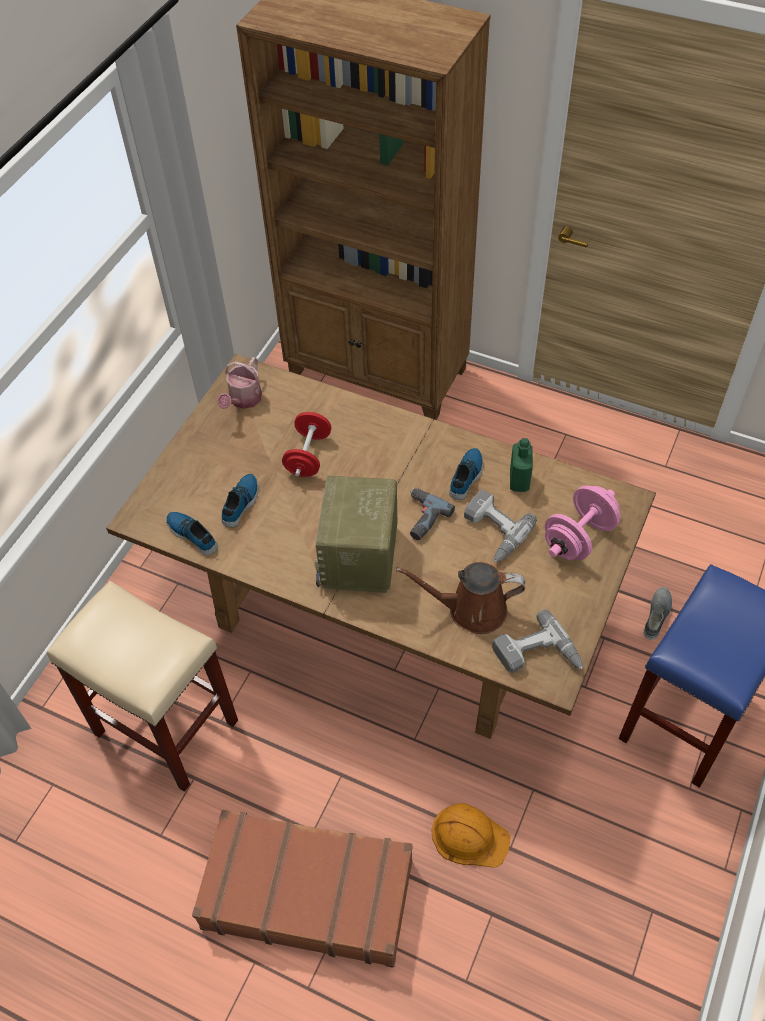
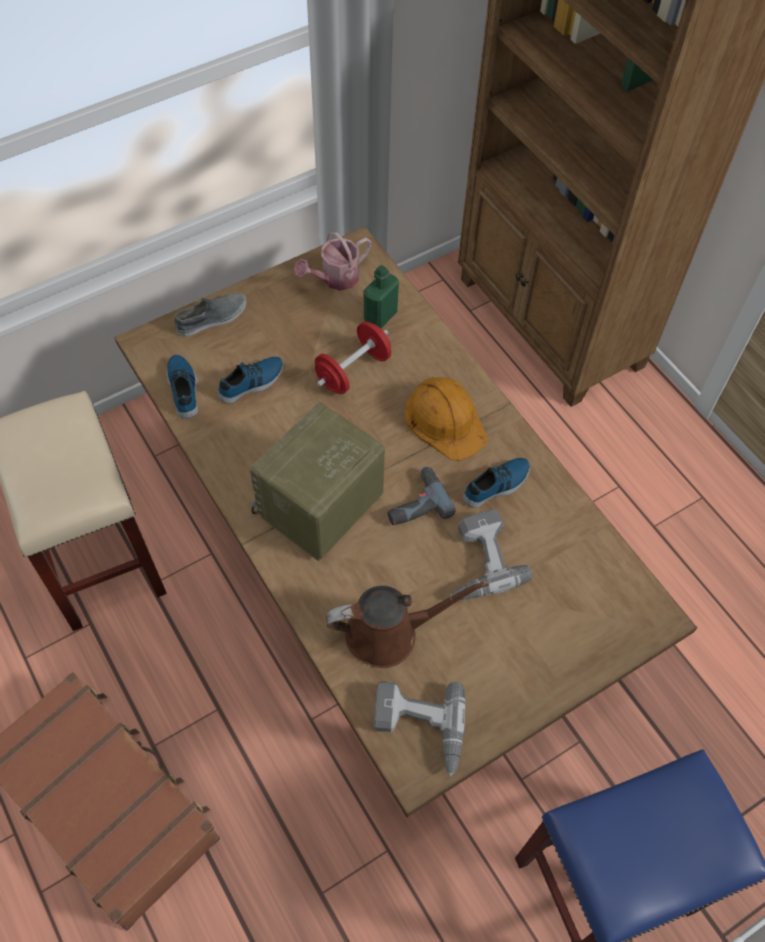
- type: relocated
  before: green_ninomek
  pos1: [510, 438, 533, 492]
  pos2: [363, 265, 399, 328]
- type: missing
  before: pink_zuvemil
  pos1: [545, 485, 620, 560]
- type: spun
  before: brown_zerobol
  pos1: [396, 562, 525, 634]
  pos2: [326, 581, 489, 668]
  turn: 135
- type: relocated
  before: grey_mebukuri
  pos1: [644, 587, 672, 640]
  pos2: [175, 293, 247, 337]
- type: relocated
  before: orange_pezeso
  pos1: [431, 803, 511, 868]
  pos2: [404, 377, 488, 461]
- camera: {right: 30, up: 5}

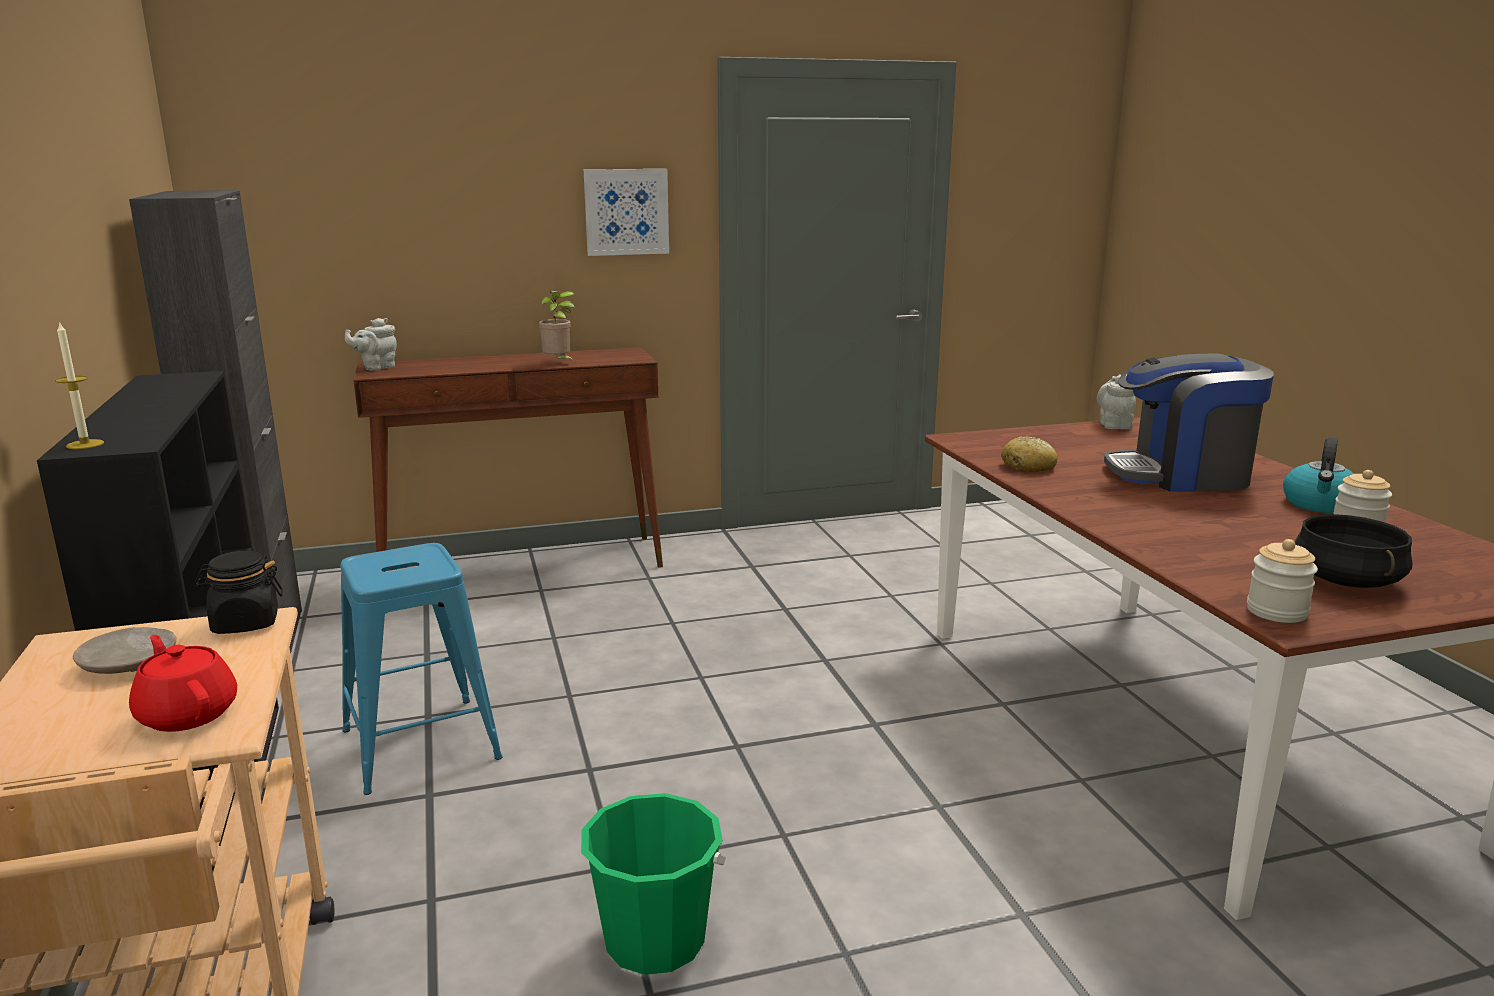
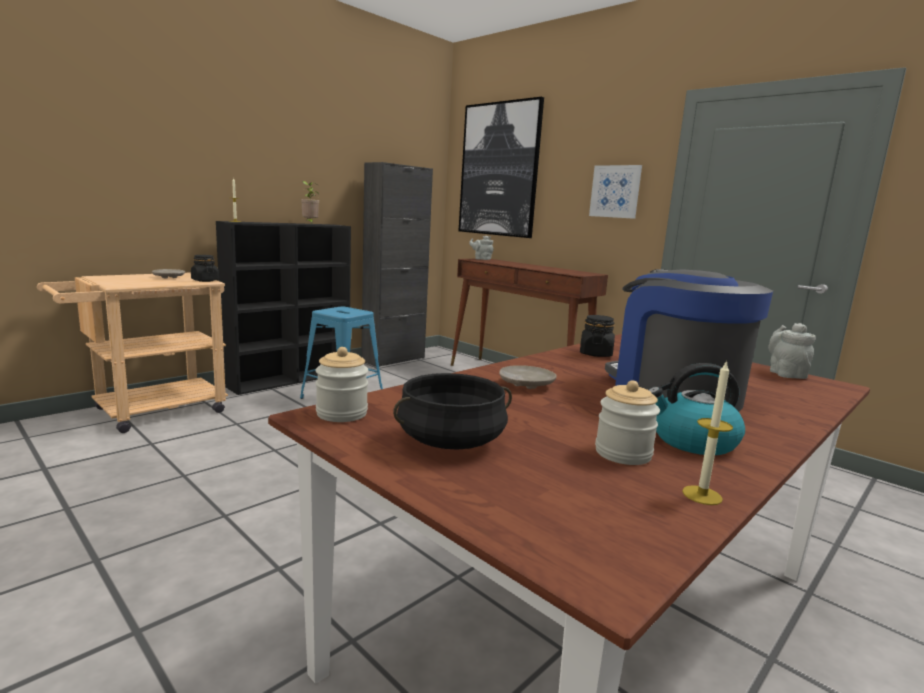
- type: relocated
  before: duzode
  pos1: [539, 291, 576, 363]
  pos2: [301, 181, 319, 223]
- type: spun
  before: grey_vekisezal
  pos1: [1097, 374, 1136, 429]
  pos2: [768, 323, 816, 379]
  turn: -60
- type: exchanged
  before: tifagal
  after: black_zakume
  pos1: [1001, 436, 1058, 472]
  pos2: [580, 315, 615, 357]
- type: missing
  before: red_vekisezal
  pos1: [129, 635, 237, 732]
- type: missing
  before: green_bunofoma
  pos1: [581, 793, 726, 975]
- type: appeared
  after: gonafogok
  pos2: [459, 97, 544, 238]
- type: appeared
  after: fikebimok
  pos2: [682, 360, 733, 505]
- type: appeared
  after: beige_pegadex
  pos2: [499, 365, 557, 389]
- camera: {right: 60, up: -5}

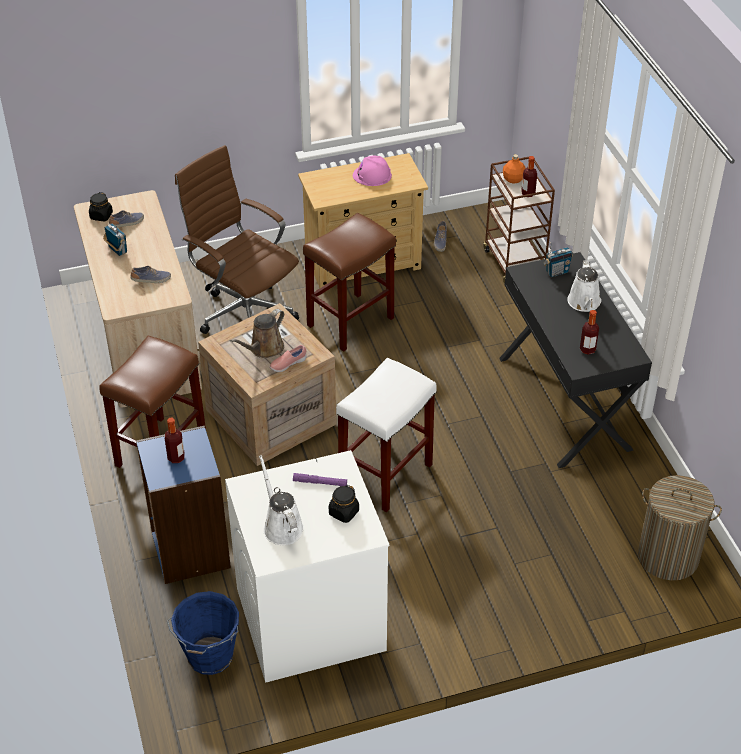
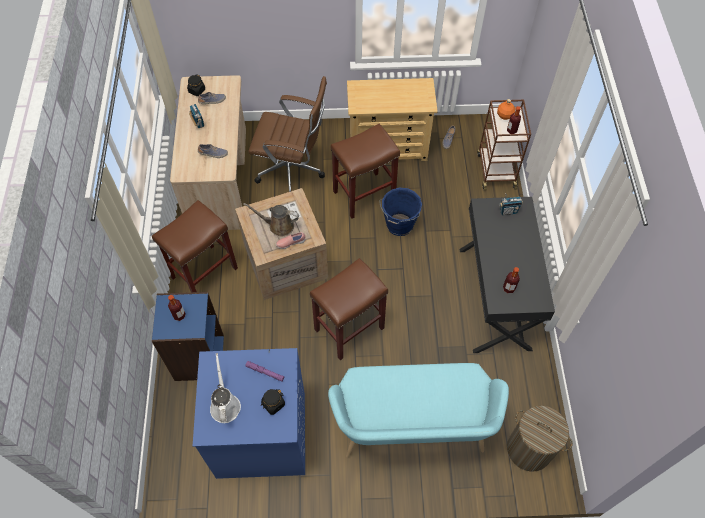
- type: spun
  before: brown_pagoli
  pos1: [175, 145, 299, 334]
  pos2: [248, 76, 327, 192]
  turn: 135
- type: missing
  before: pink_pezeso
  pos1: [353, 155, 392, 186]
- type: missing
  before: white_zerobol
  pos1: [567, 260, 601, 312]
- type: spun
  before: brown_zerobol
  pos1: [231, 309, 284, 358]
  pos2: [243, 203, 299, 236]
  turn: 45
- type: colour
  before: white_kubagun
  after: brown_kubagun
  pos1: [336, 358, 437, 512]
  pos2: [310, 258, 388, 360]
- type: colour
  before: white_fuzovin
  after: blue_fuzovin
  pos1: [225, 450, 390, 683]
  pos2: [193, 348, 305, 479]
- type: relocated
  before: blue_bunofoma
  pos1: [167, 591, 239, 675]
  pos2: [380, 188, 422, 236]
- type: appeared
  after: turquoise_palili
  pos2: [328, 363, 509, 458]
- camera: {right: 15, up: 15}

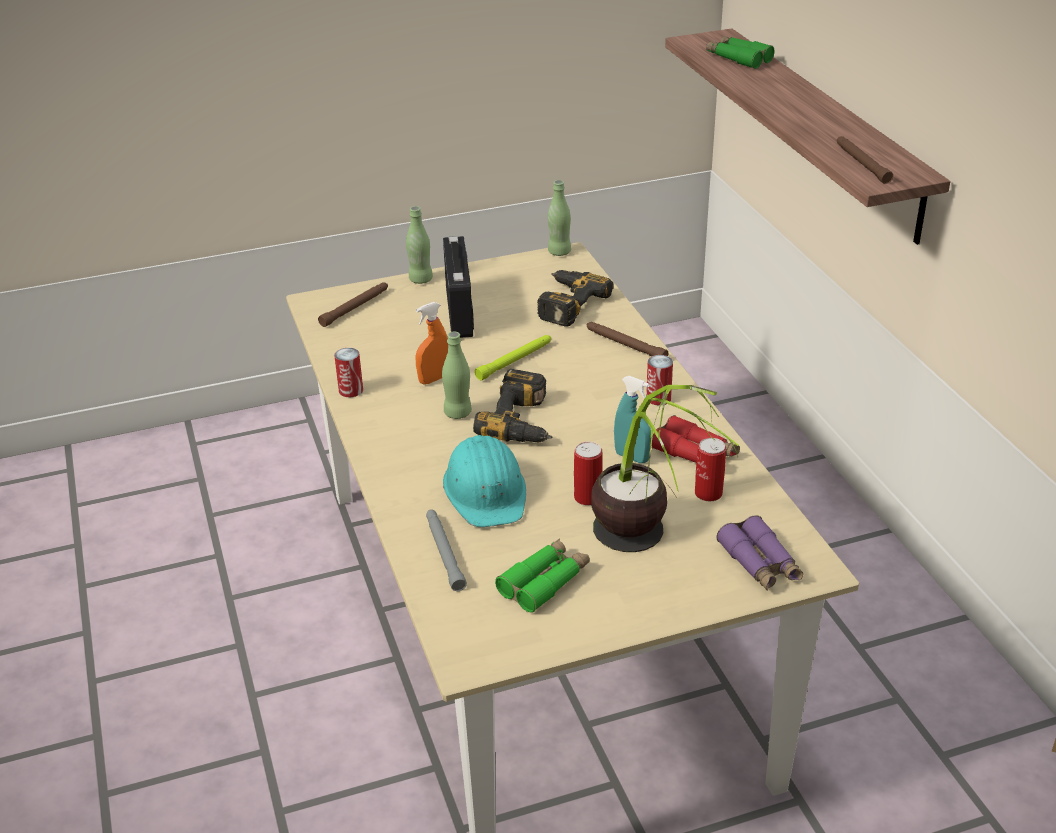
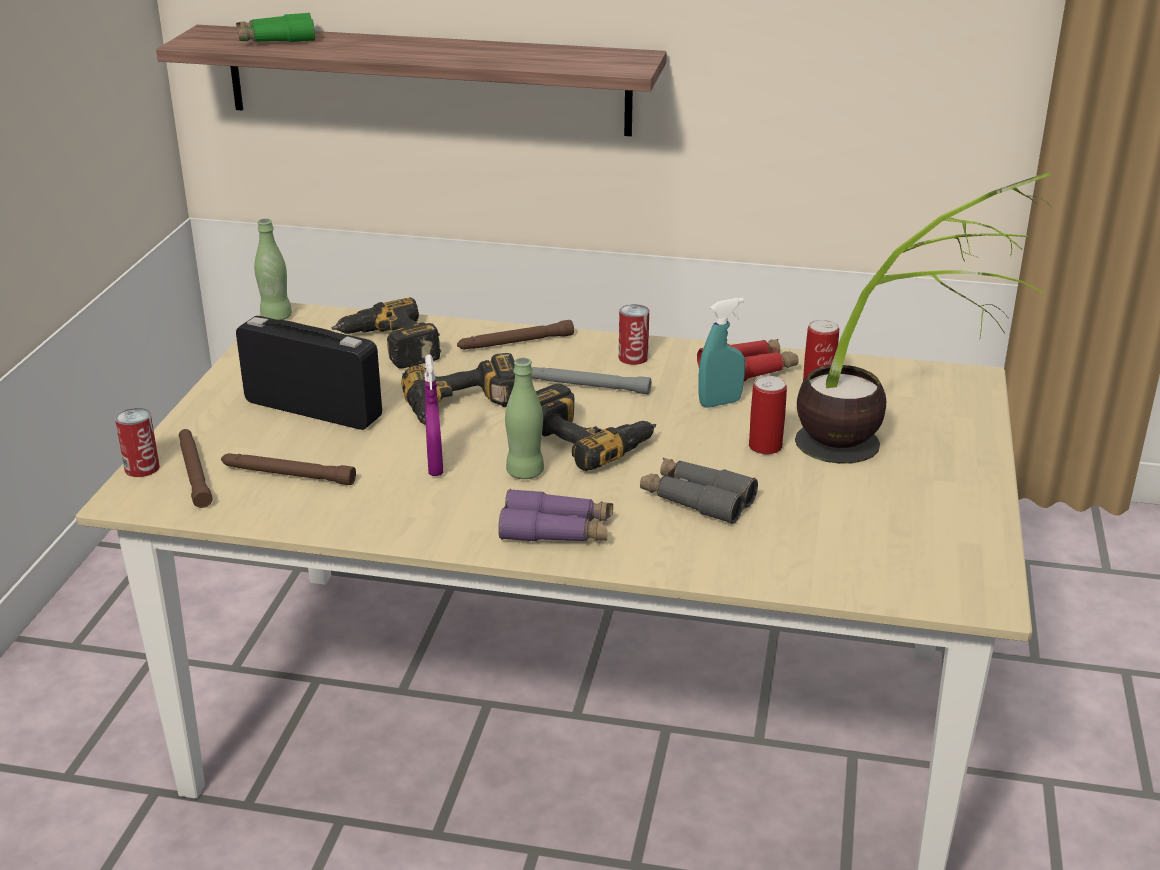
- type: relocated
  before: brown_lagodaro
  pos1: [837, 136, 893, 184]
  pos2: [221, 453, 356, 485]
- type: missing
  before: green_ninomek
  pos1: [406, 206, 433, 284]
- type: colour
  before: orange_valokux
  after: purple_valokux
  pos1: [415, 302, 448, 385]
  pos2: [424, 354, 443, 476]
- type: exchanged
  before: green_lagodaro
  after: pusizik
  pos1: [474, 335, 551, 381]
  pos2: [401, 353, 515, 425]
- type: relocated
  before: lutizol
  pos1: [334, 348, 363, 397]
  pos2: [115, 408, 160, 477]
- type: exchanged
  before: turquoise_pezeso
  after: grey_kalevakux
  pos1: [443, 435, 526, 527]
  pos2: [640, 458, 758, 524]
- type: relocated
  before: grey_lagodaro
  pos1: [426, 509, 467, 591]
  pos2: [531, 367, 651, 394]
- type: relocated
  before: purple_kalevakux
  pos1: [716, 515, 803, 591]
  pos2: [498, 489, 613, 542]
- type: missing
  before: green_kalevakux
  pos1: [495, 538, 590, 613]
- camera: {right: -60, up: -5}

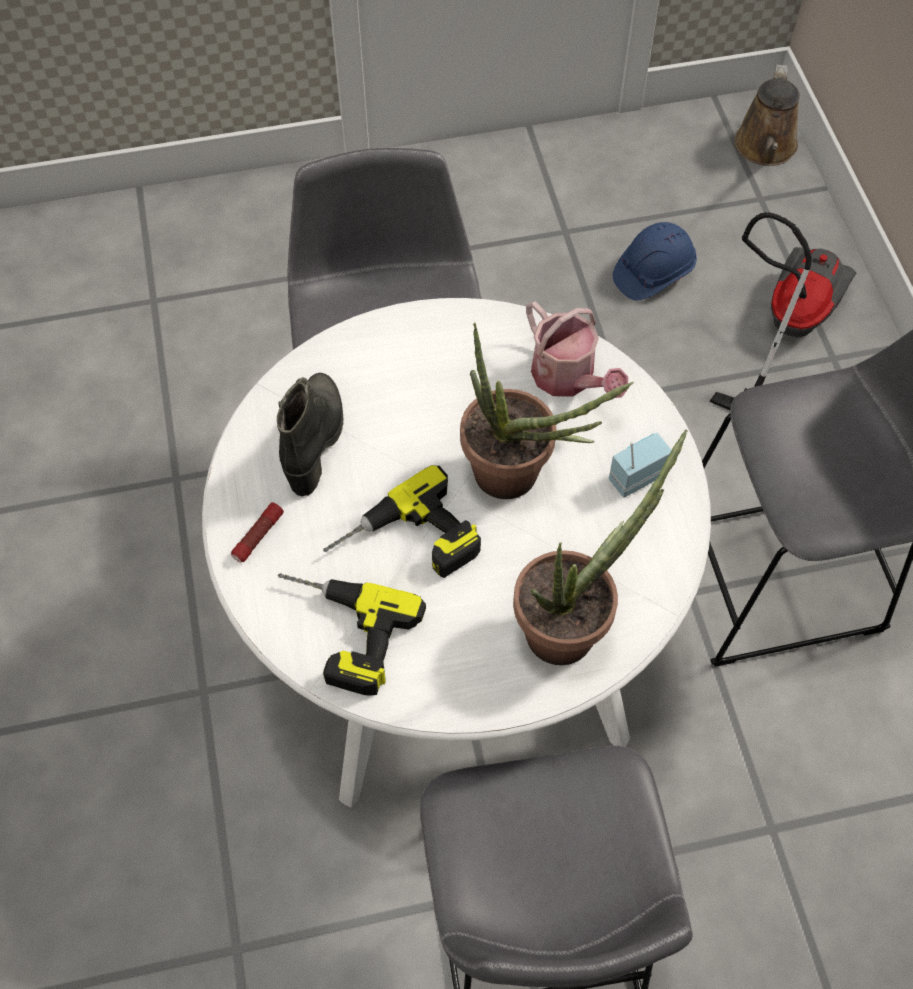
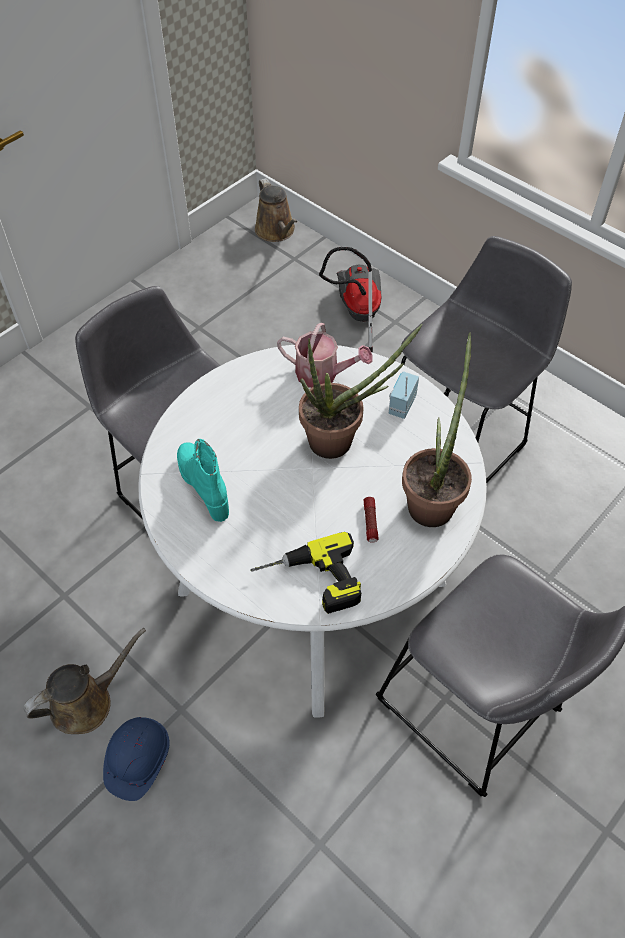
- type: relocated
  before: blue_pezeso
  pos1: [613, 222, 697, 301]
  pos2: [103, 717, 170, 801]
- type: colour
  before: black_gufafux
  after: turquoise_gufafux
  pos1: [277, 373, 343, 497]
  pos2: [177, 439, 229, 522]
- type: missing
  before: pusizik
  pos1: [323, 465, 481, 578]
- type: relocated
  before: lagodaro
  pos1: [231, 502, 284, 563]
  pos2: [364, 497, 378, 543]
- type: appeared
  after: brown_zerobol
  pos2: [23, 628, 146, 734]
- camera: {right: -35, up: -5}

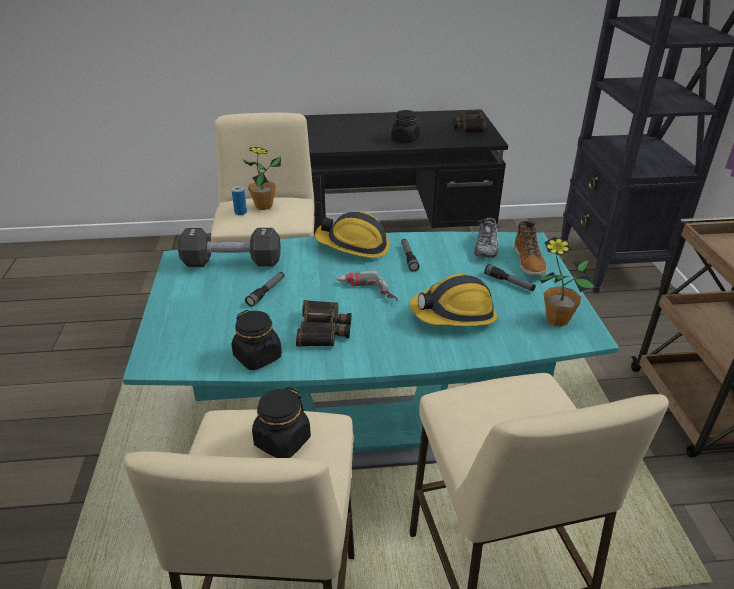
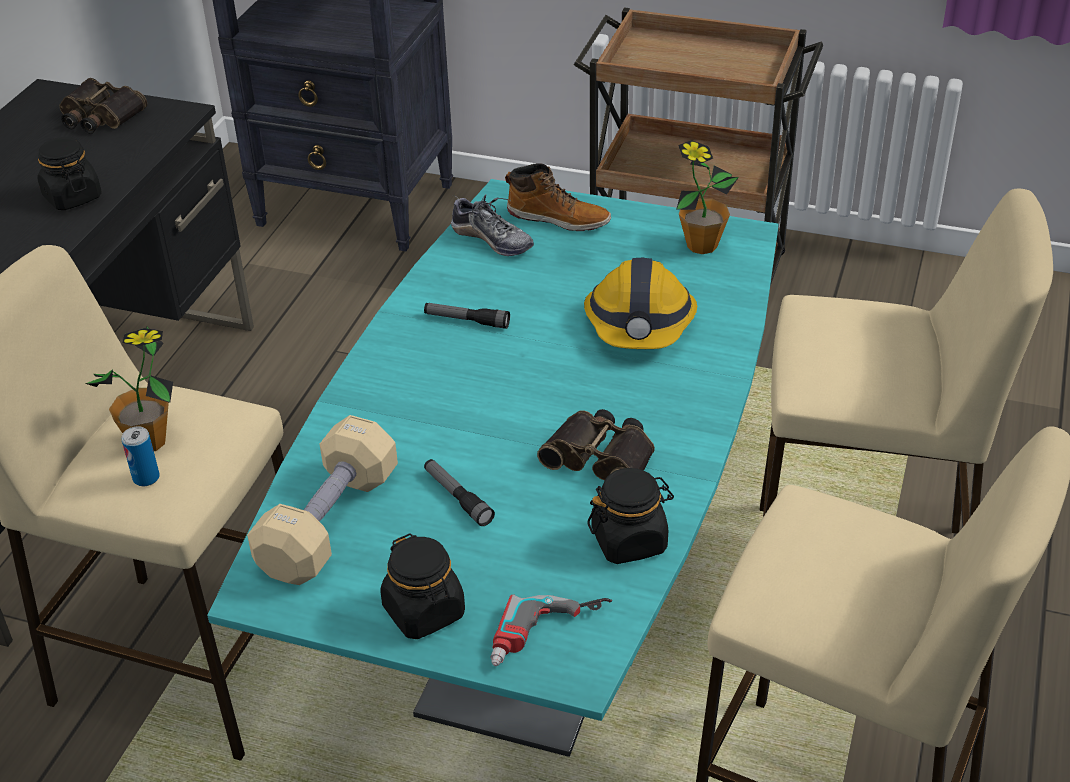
- type: missing
  before: pezeso
  pos1: [315, 211, 390, 258]
- type: colour
  before: black_zuvemil
  after: beige_zuvemil
  pos1: [178, 228, 281, 267]
  pos2: [247, 415, 398, 585]
- type: missing
  before: lagodaro
  pos1: [484, 264, 536, 291]
- type: relocated
  before: pusizik
  pos1: [337, 270, 398, 301]
  pos2: [490, 594, 612, 666]
- type: relocated
  before: black_zakume
  pos1: [252, 387, 311, 458]
  pos2: [380, 533, 465, 639]
- camera: {right: -65, up: 5}

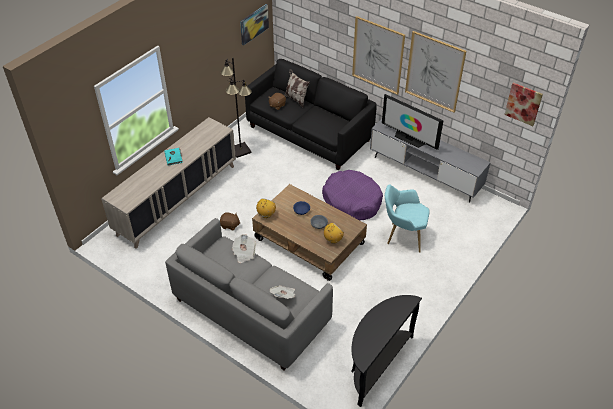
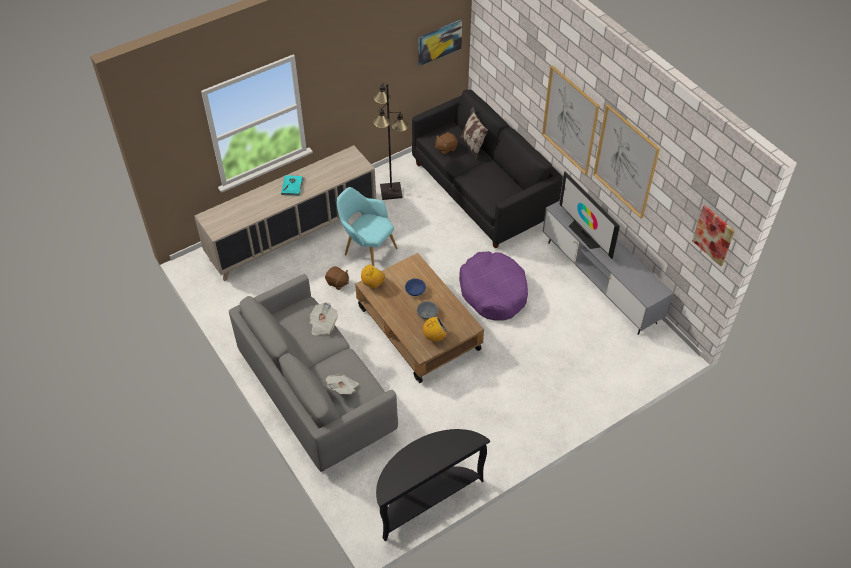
- type: relocated
  before: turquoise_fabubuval
  pos1: [385, 184, 430, 252]
  pos2: [337, 187, 398, 266]
- camera: {right: 20, up: 5}

